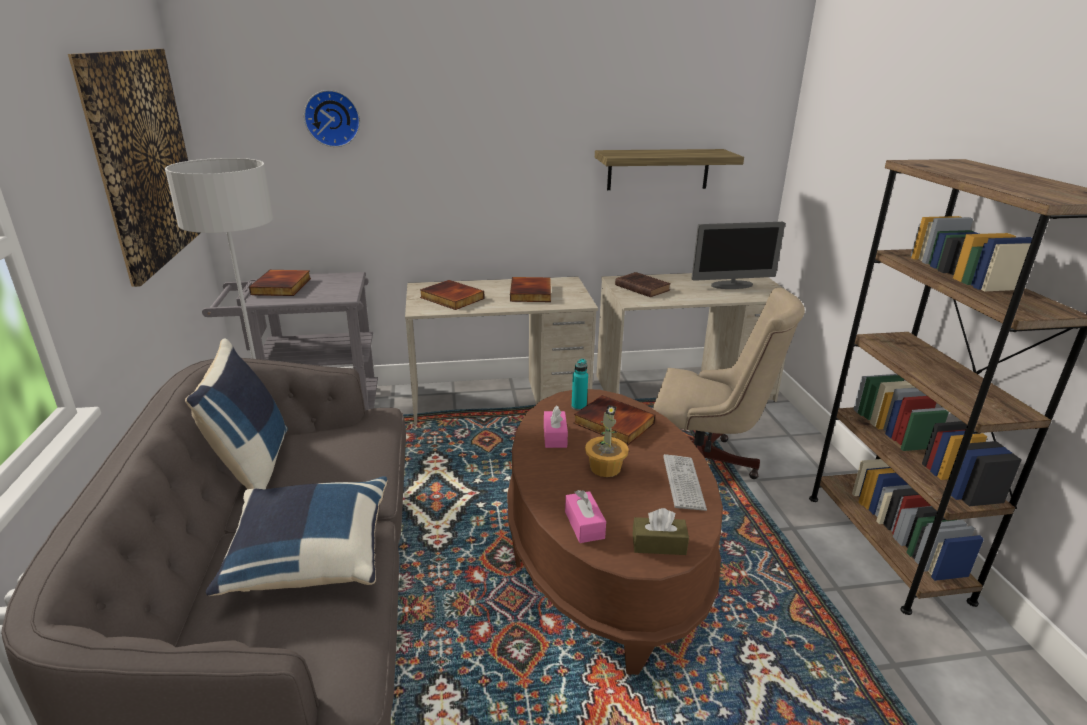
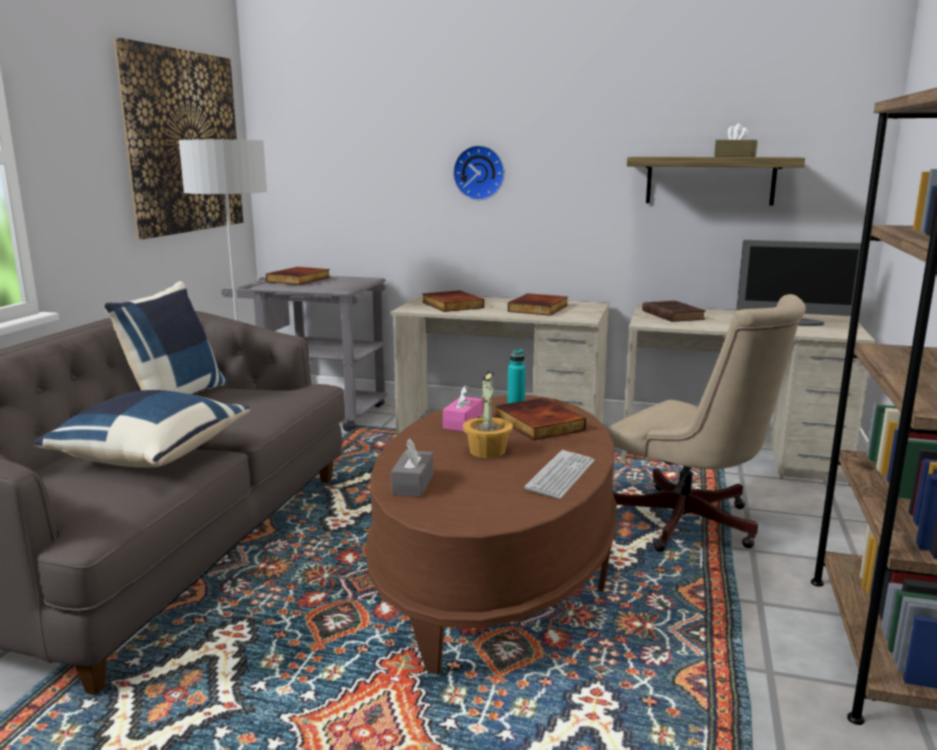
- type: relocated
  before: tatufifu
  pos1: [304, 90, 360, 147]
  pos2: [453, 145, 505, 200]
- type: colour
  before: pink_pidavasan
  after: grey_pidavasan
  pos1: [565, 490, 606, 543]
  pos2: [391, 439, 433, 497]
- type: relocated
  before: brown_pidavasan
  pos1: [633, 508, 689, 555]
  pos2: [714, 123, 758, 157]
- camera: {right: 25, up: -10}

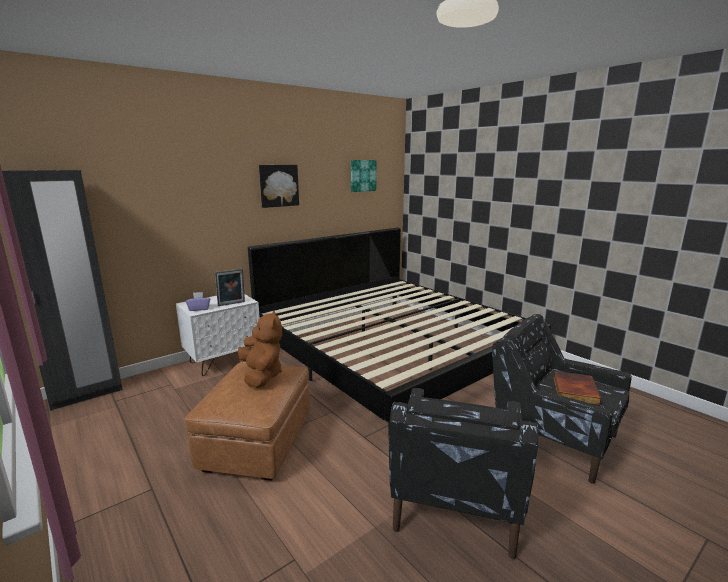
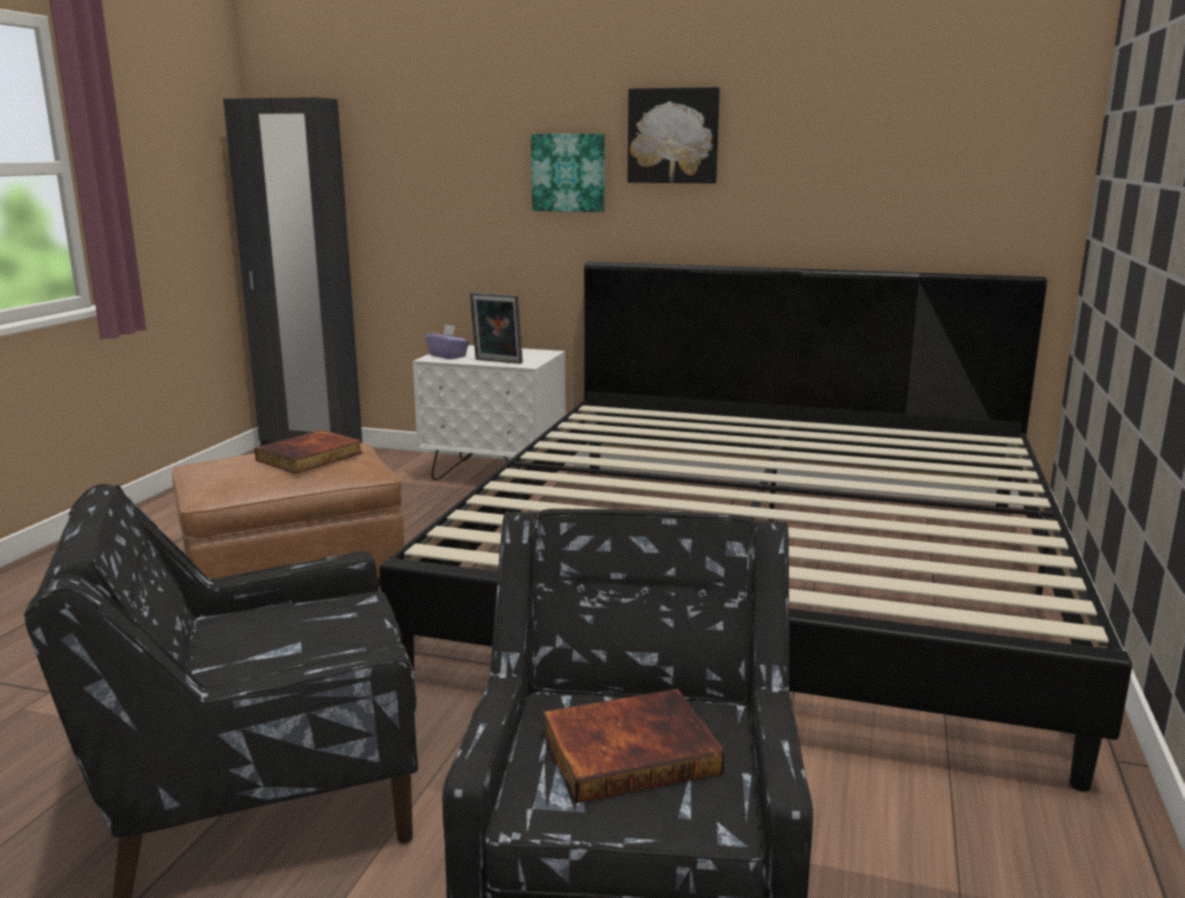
- type: relocated
  before: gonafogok
  pos1: [351, 160, 377, 192]
  pos2: [531, 134, 605, 212]
- type: exchanged
  before: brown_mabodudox
  after: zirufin
  pos1: [238, 310, 282, 388]
  pos2: [254, 430, 363, 474]
- camera: {right: 55, up: 0}

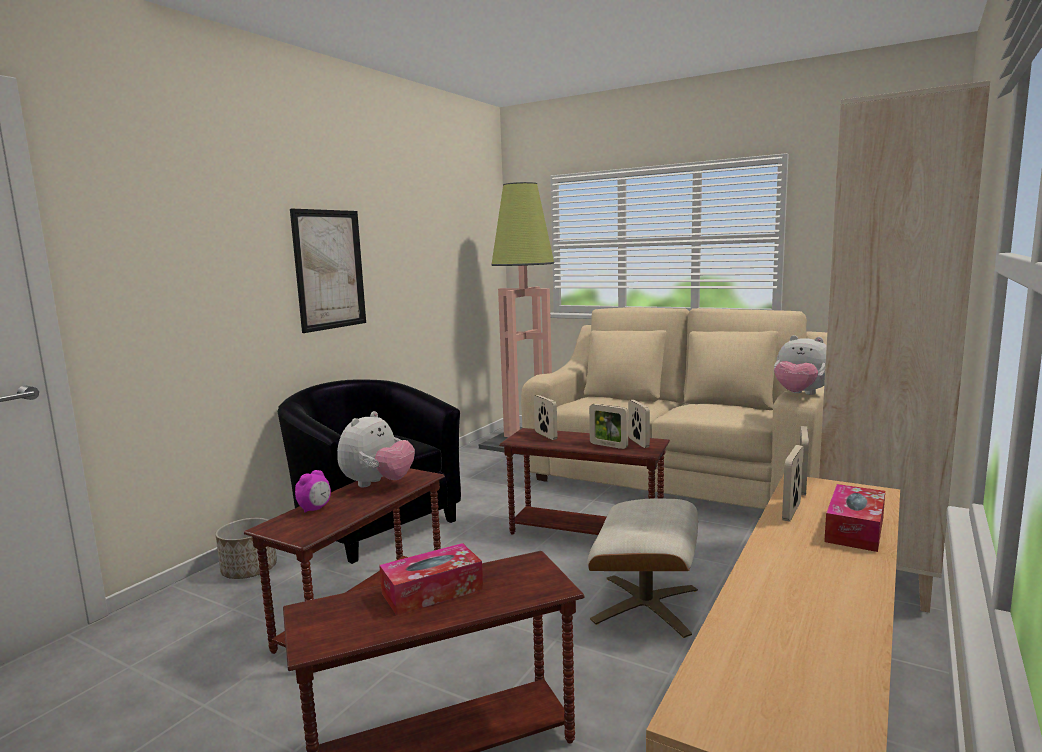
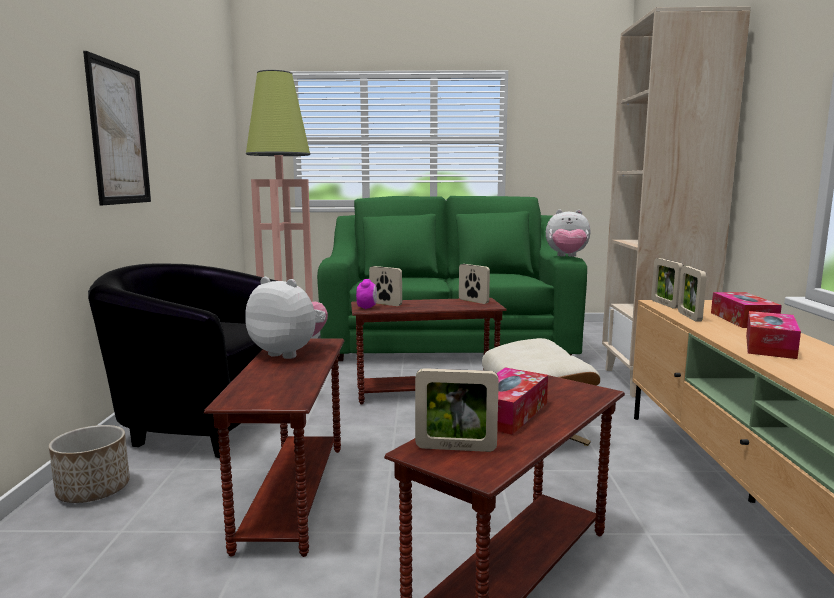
- type: colour
  before: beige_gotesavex
  after: green_gotesavex
  pos1: [521, 307, 827, 509]
  pos2: [317, 196, 587, 361]
- type: relocated
  before: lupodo
  pos1: [589, 404, 628, 449]
  pos2: [415, 368, 499, 452]
- type: spun
  before: mabodudox
  pos1: [337, 411, 415, 488]
  pos2: [245, 277, 328, 359]
  turn: -60
- type: relocated
  before: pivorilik
  pos1: [295, 470, 331, 513]
  pos2: [356, 279, 377, 310]
- type: appeared
  after: pidavasan
  pos2: [746, 311, 801, 359]
- camera: {right: -30, up: 0}

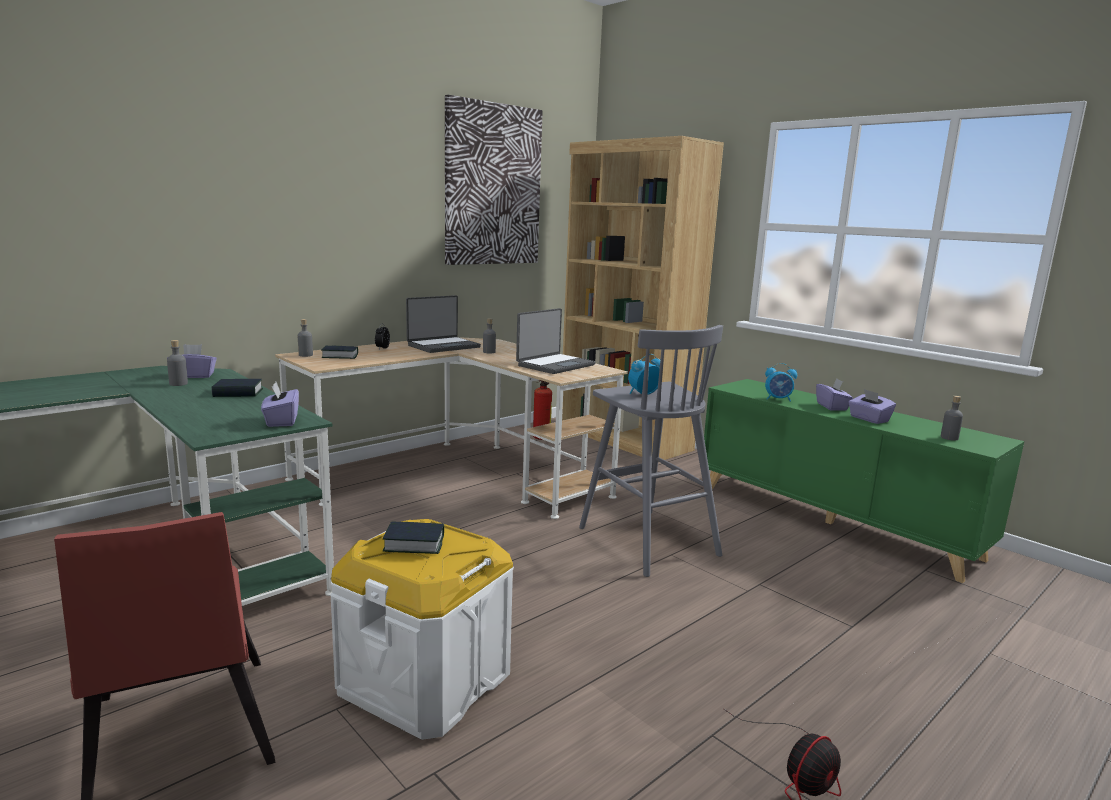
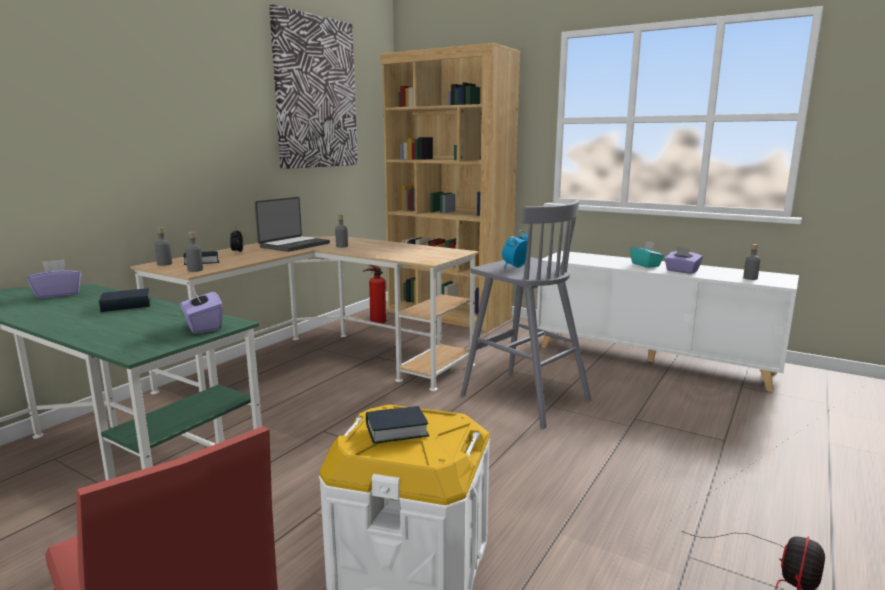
- type: missing
  before: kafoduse
  pos1: [516, 308, 596, 374]
- type: relocated
  before: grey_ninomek
  pos1: [167, 340, 188, 386]
  pos2: [185, 232, 203, 272]
- type: missing
  before: pivorilik
  pos1: [765, 363, 797, 402]
- type: colour
  before: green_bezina
  after: white_bezina
  pos1: [704, 379, 1024, 583]
  pos2: [536, 251, 799, 392]
- type: colour
  before: purple_pidavasan
  after: turquoise_pidavasan
  pos1: [816, 379, 853, 411]
  pos2: [630, 241, 664, 268]
- camera: {right: -15, up: 0}

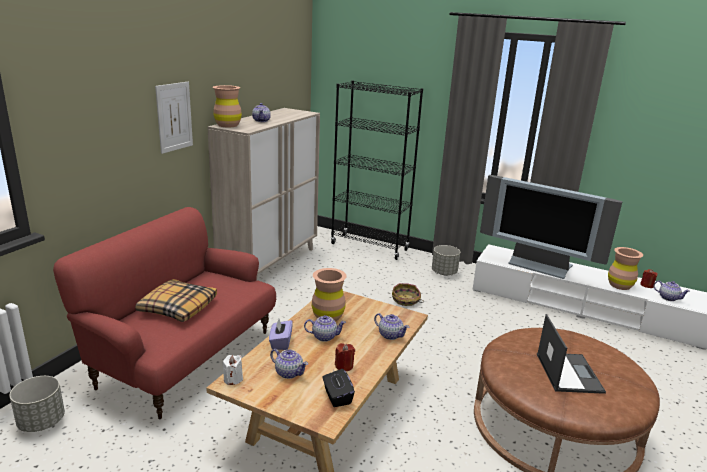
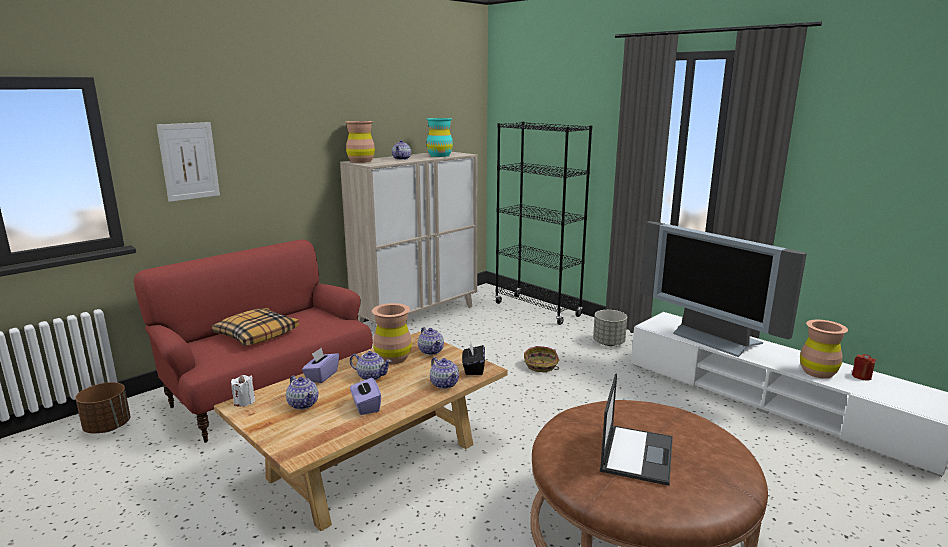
- type: relocated
  before: gonafogok
  pos1: [155, 82, 193, 154]
  pos2: [157, 122, 220, 202]
- type: relocated
  before: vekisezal
  pos1: [654, 281, 690, 301]
  pos2: [418, 327, 444, 355]
- type: exchanged
  before: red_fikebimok
  after: purple_pidavasan
  pos1: [335, 343, 355, 371]
  pos2: [350, 377, 381, 415]
- type: relocated
  before: black_pidavasan
  pos1: [323, 369, 355, 407]
  pos2: [462, 343, 485, 375]
- type: colour
  before: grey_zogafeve
  after: brown_zogafeve
  pos1: [9, 376, 65, 432]
  pos2: [75, 382, 130, 434]
- type: appeared
  after: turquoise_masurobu
  pos2: [427, 118, 453, 157]
- camera: {right: 20, up: -5}

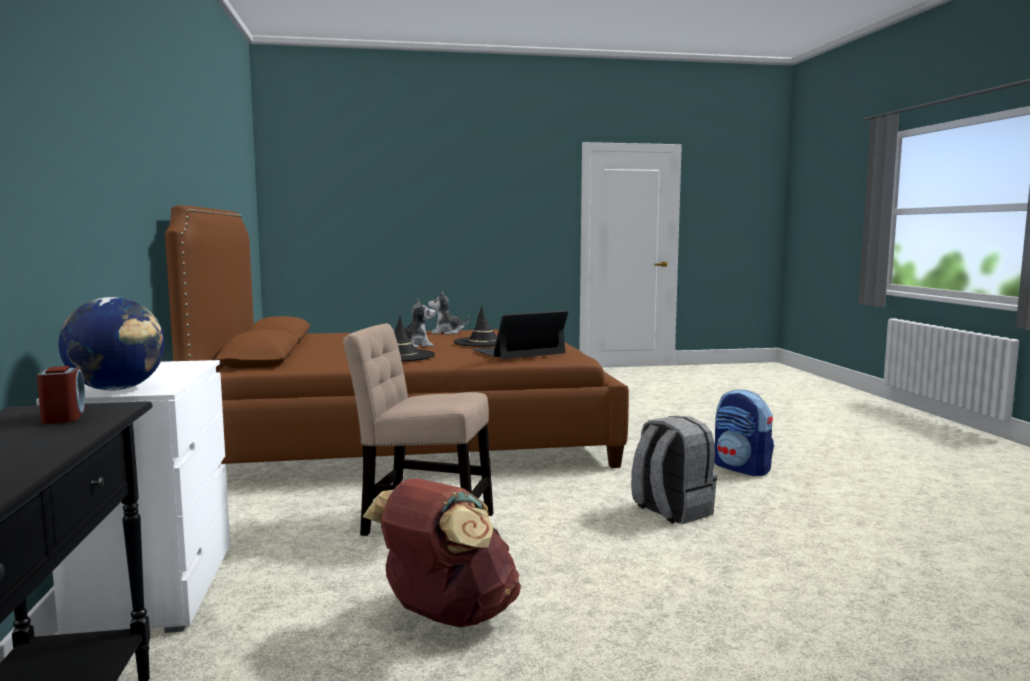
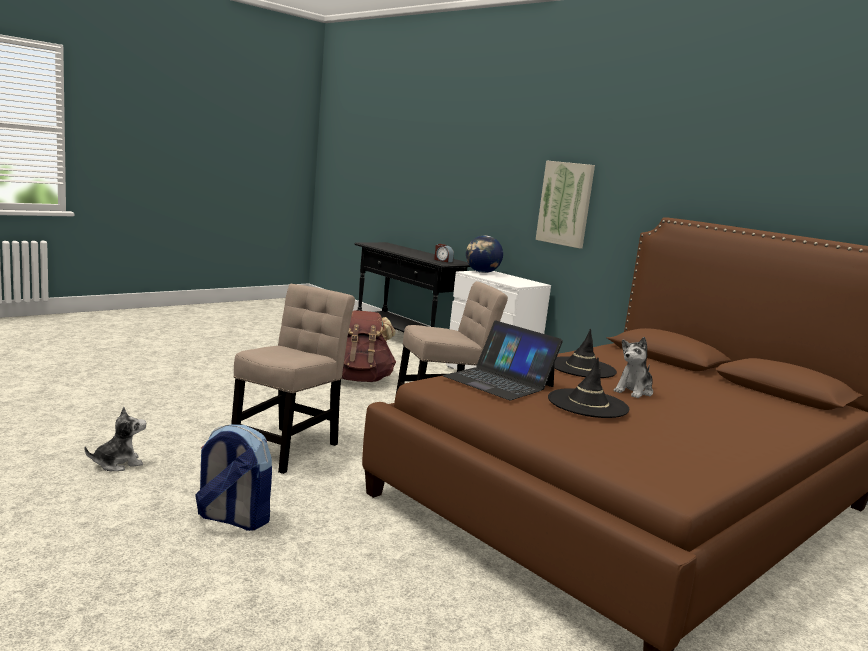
- type: relocated
  before: mabodudox
  pos1: [428, 291, 469, 335]
  pos2: [84, 407, 146, 471]
- type: spun
  before: kafoduse
  pos1: [472, 310, 568, 359]
  pos2: [443, 320, 563, 400]
  turn: 105
- type: exchanged
  before: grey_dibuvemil
  after: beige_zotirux
  pos1: [631, 416, 717, 524]
  pos2: [231, 284, 355, 474]
- type: appeared
  after: gonafogok
  pos2: [536, 160, 595, 248]
- camera: {right: 145, up: 5}

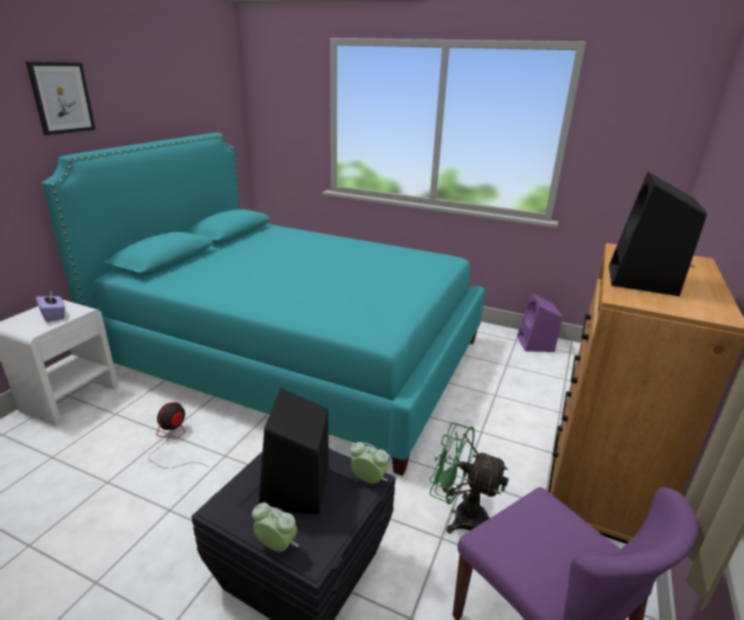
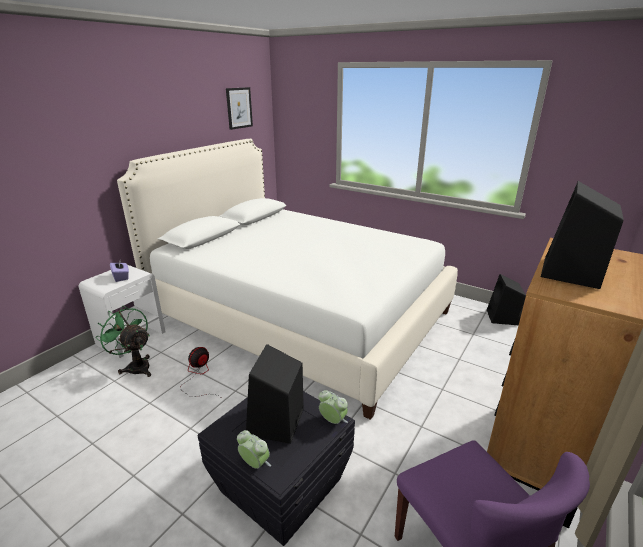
- type: relocated
  before: gonafogok
  pos1: [26, 62, 96, 135]
  pos2: [226, 87, 253, 130]
- type: colour
  before: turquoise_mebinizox
  after: white_mebinizox
  pos1: [42, 133, 485, 476]
  pos2: [117, 139, 458, 420]
- type: colour
  before: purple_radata
  after: black_radata
  pos1: [517, 293, 563, 352]
  pos2: [487, 274, 526, 325]
- type: relocated
  before: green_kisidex
  pos1: [430, 422, 509, 534]
  pos2: [96, 306, 151, 377]
- camera: {right: 10, up: 0}

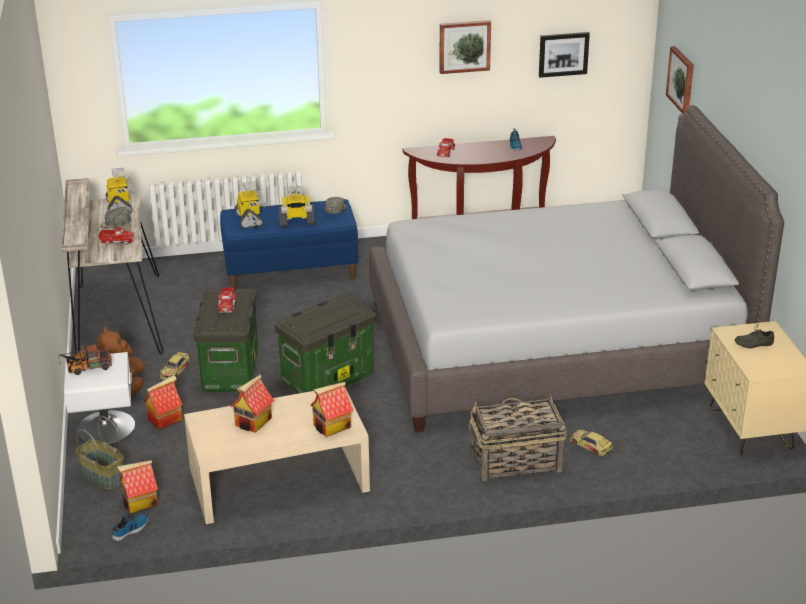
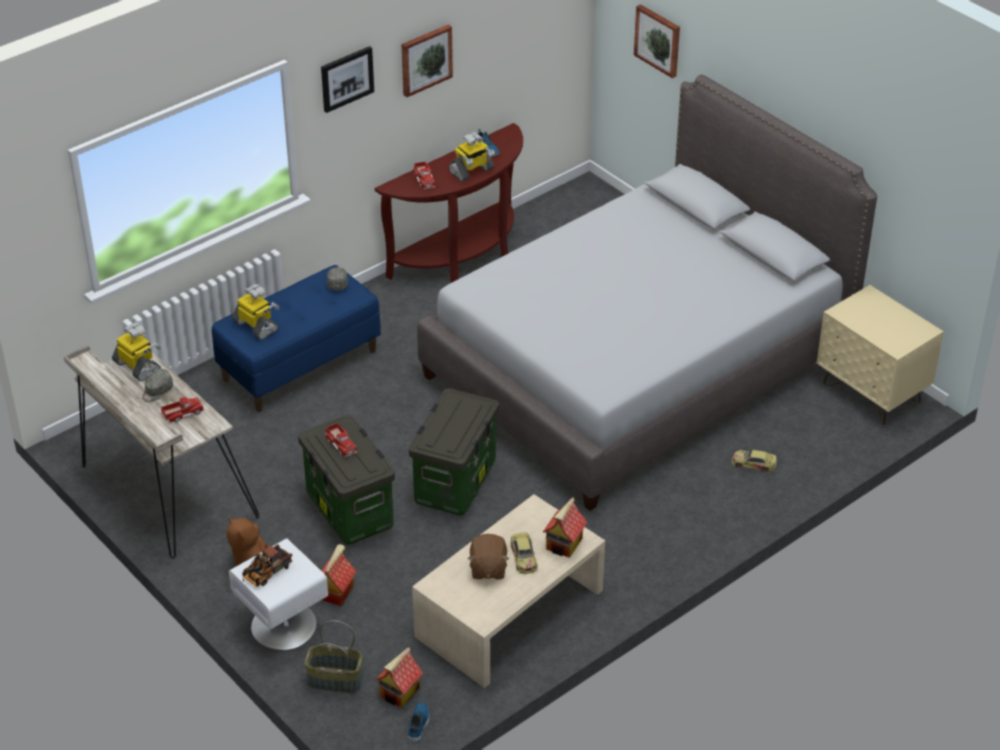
- type: relocated
  before: gonafogok
  pos1: [539, 32, 590, 78]
  pos2: [321, 46, 374, 113]
- type: relocated
  before: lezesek
  pos1: [279, 185, 315, 227]
  pos2: [449, 132, 495, 182]
- type: missing
  before: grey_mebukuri
  pos1: [734, 323, 774, 348]
- type: relocated
  before: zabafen
  pos1: [160, 352, 190, 380]
  pos2: [511, 532, 538, 574]
- type: exchanged
  before: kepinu
  after: brown_mabodudox
  pos1: [230, 374, 274, 433]
  pos2: [468, 534, 509, 579]
- type: missing
  before: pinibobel
  pos1: [469, 394, 567, 481]
- camera: {right: -30, up: 10}

